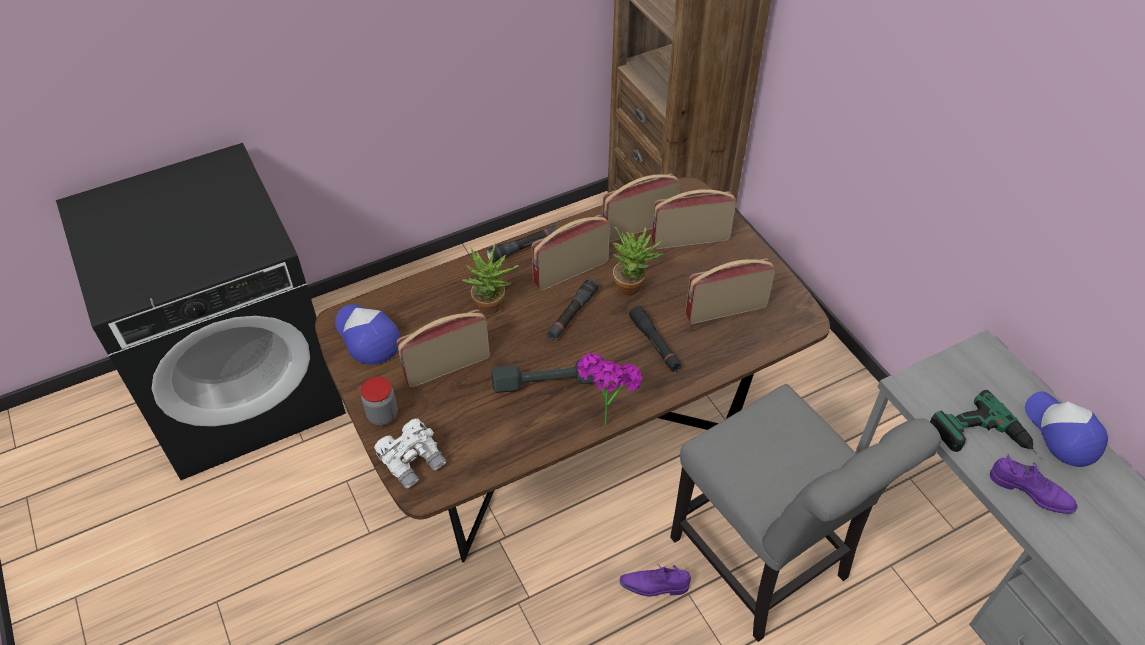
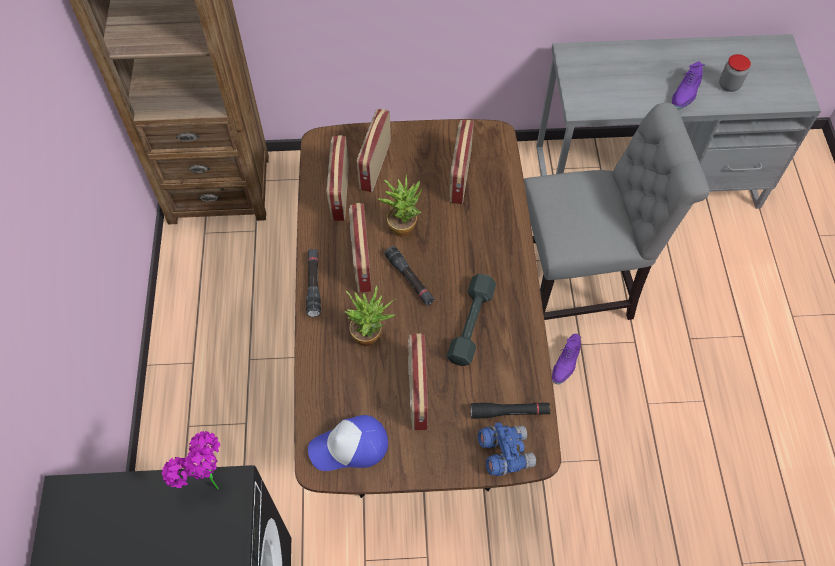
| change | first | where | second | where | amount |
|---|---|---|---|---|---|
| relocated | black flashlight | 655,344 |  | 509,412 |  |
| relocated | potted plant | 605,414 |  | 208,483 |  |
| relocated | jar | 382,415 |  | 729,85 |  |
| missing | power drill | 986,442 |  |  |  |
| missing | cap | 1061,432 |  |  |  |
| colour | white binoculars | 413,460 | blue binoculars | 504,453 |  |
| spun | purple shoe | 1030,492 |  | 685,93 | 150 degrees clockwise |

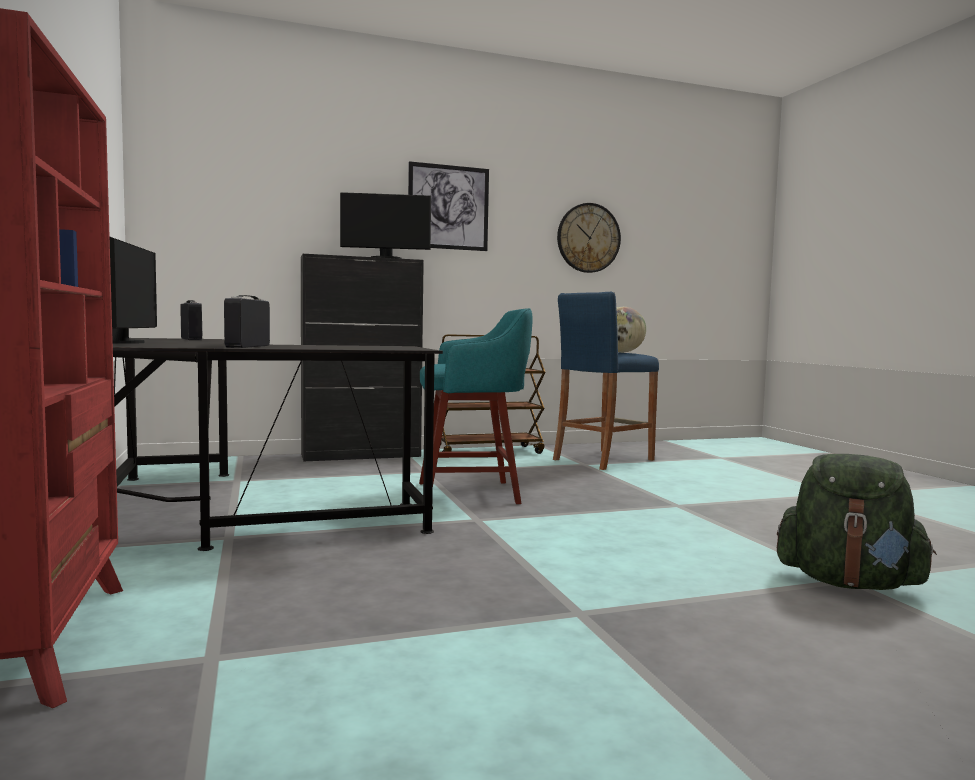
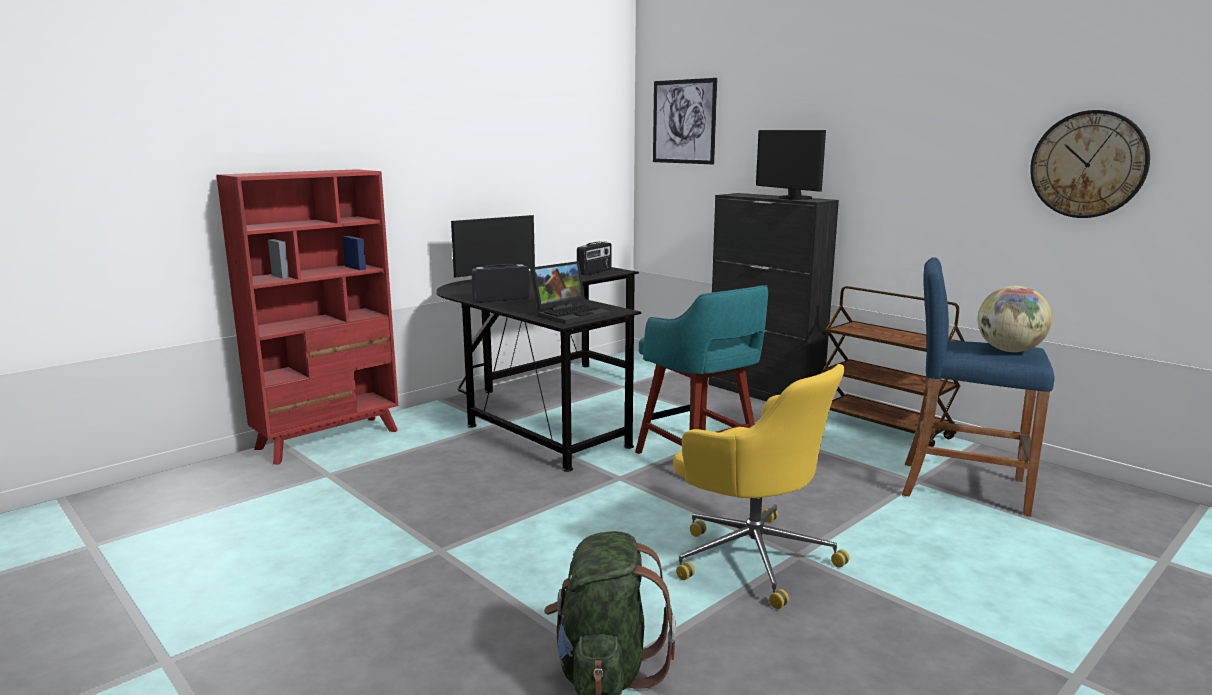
| change | first | where | second | where | amount |
|---|---|---|---|---|---|
| relocated | picture | 448,207 |  | 684,121 |  |
| appeared |  |  | laptop | 571,314 |  |
| appeared |  |  | yellow office chair | 752,556 |  |

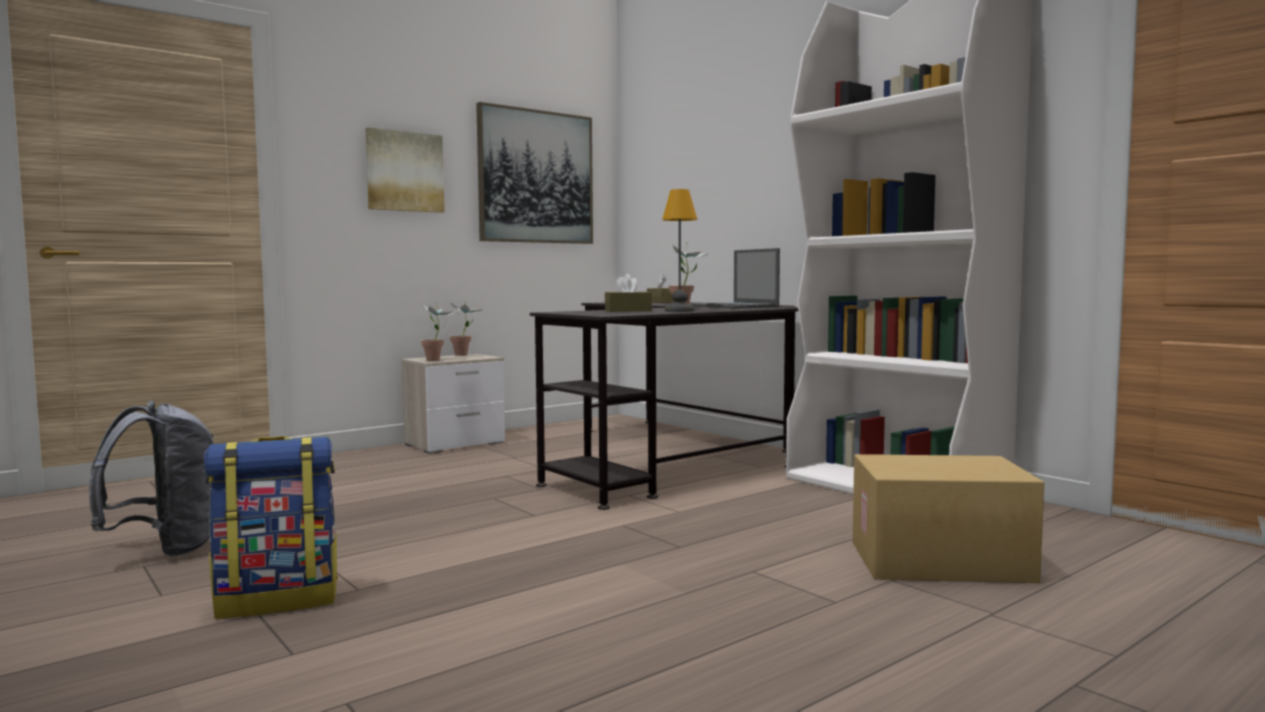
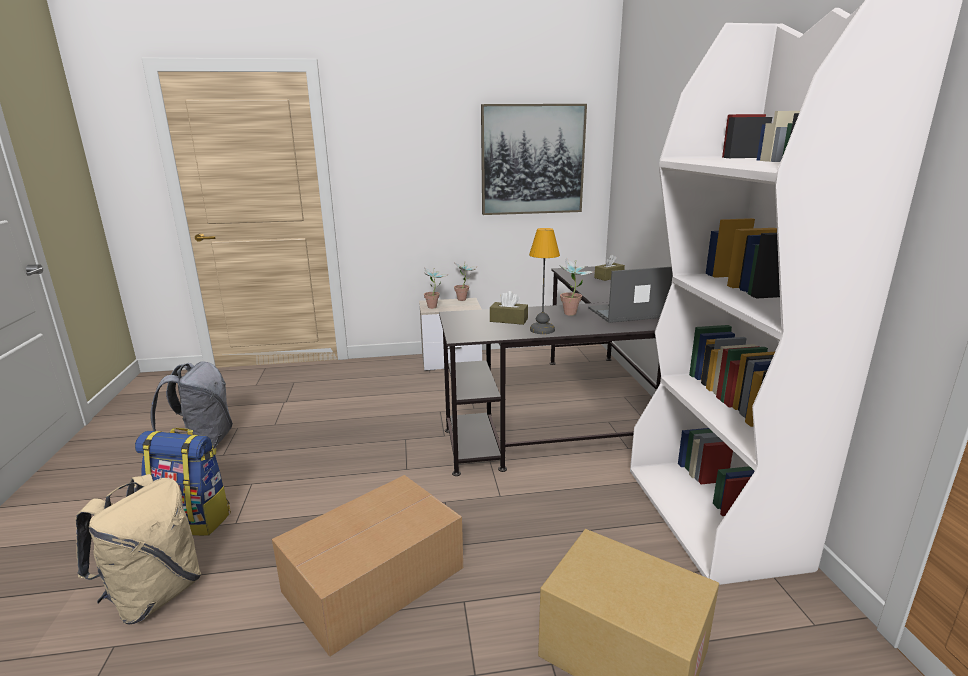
| change | first | where | second | where | amount |
|---|---|---|---|---|---|
| missing | picture | 404,171 |  |  |  |
| spun | laptop | 735,306 |  | 627,313 | 75 degrees clockwise |
| appeared |  |  | beige backpack | 154,595 |  |
| appeared |  |  | cardboard box | 371,580 |  |

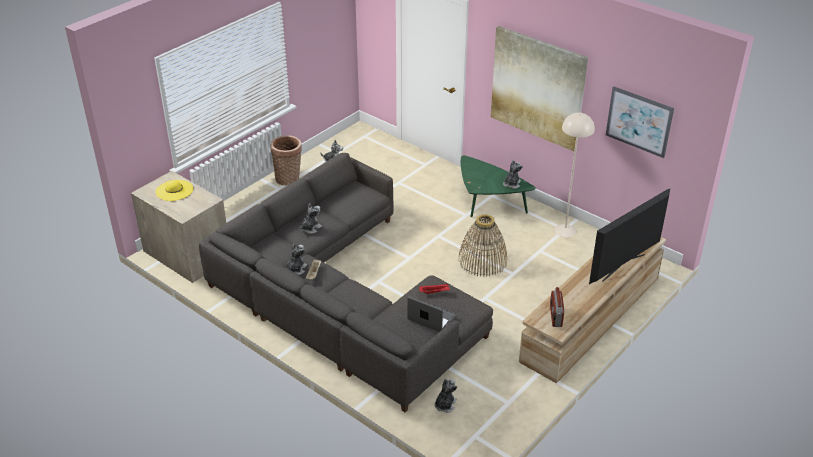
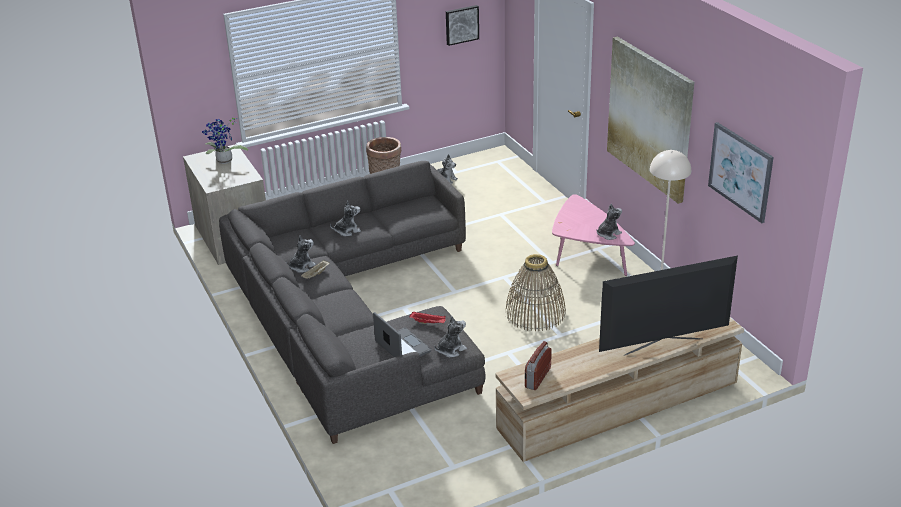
| change | first | where | second | where | amount |
|---|---|---|---|---|---|
| colour | green coffee table | 487,204 | pink coffee table | 586,256 |  |
| exchanged | yellow hat | 174,190 | potted plant | 224,162 |  |
| relocated | plush toy | 445,405 |  | 451,350 |  |
| appeared |  |  | picture | 461,24 |  |

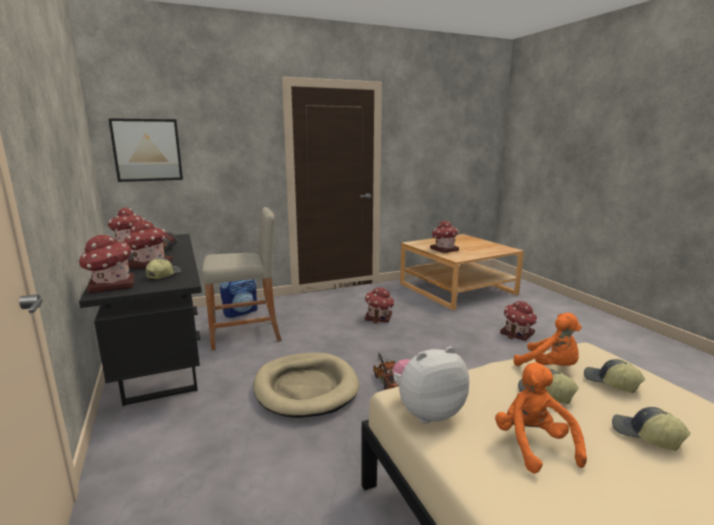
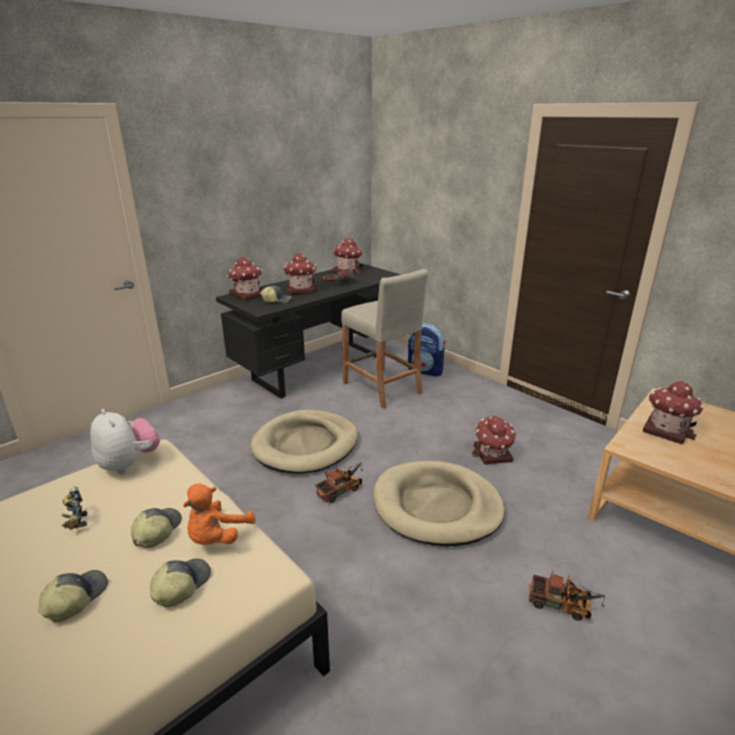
| change | first | where | second | where | amount |
|---|---|---|---|---|---|
| missing | picture | 147,150 |  |  |  |
| exchanged | toy house | 517,334 | toy truck | 563,606 |  |
| exchanged | orange plush toy | 533,445 | toy robot | 76,521 |  |
| appeared |  |  | beige dog bed | 437,506 |  |

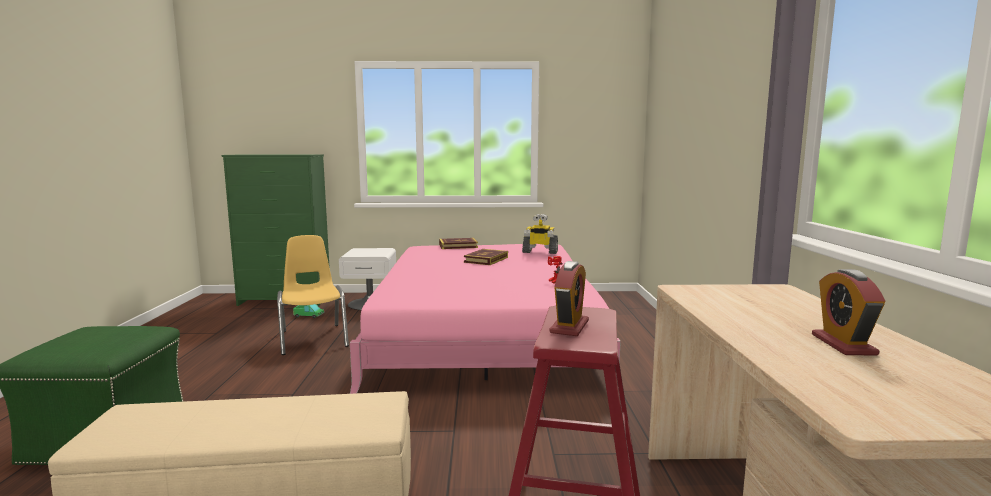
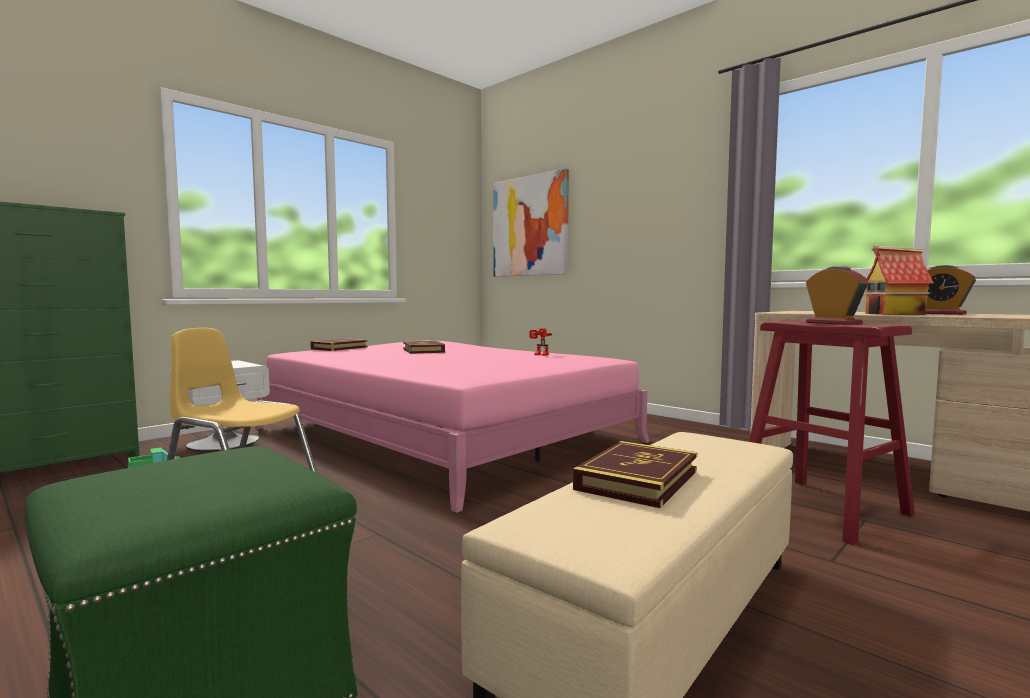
| change | first | where | second | where | amount |
|---|---|---|---|---|---|
| missing | toy robot | 539,252 |  |  |  |
| appeared |  |  | picture | 530,226 |  |
| appeared |  |  | toy house | 894,314 |  |
| appeared |  |  | book | 637,480 |  |

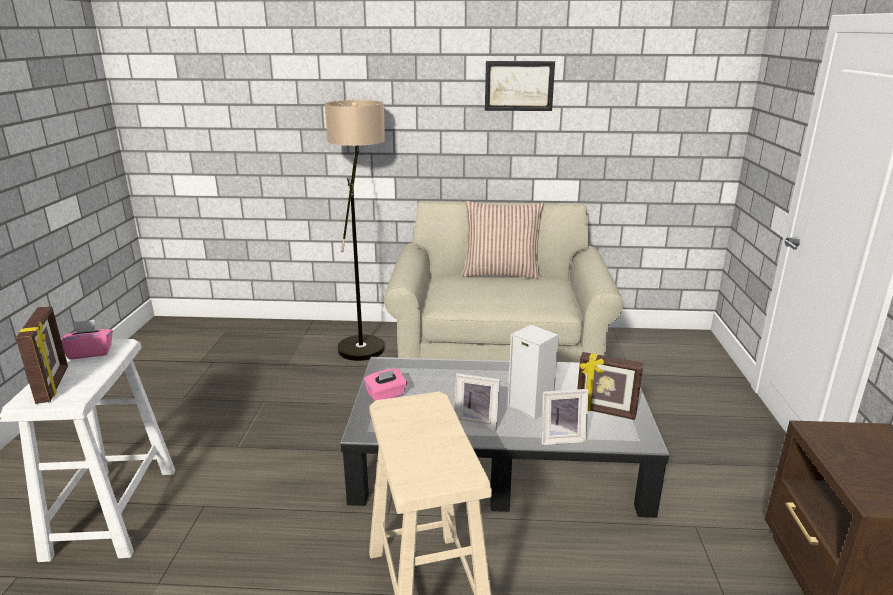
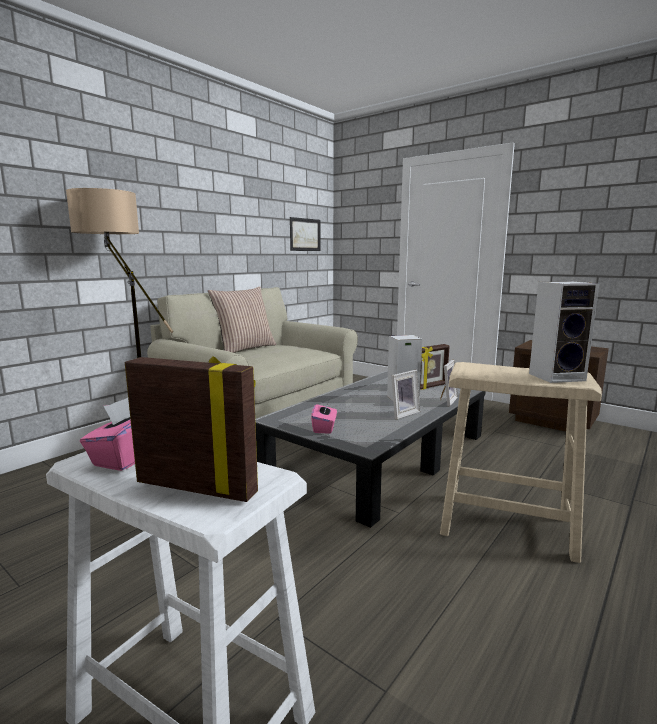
| change | first | where | second | where | amount |
|---|---|---|---|---|---|
| relocated | picture | 519,86 |  | 305,234 |  |
| appeared |  |  | speaker | 557,377 |  |

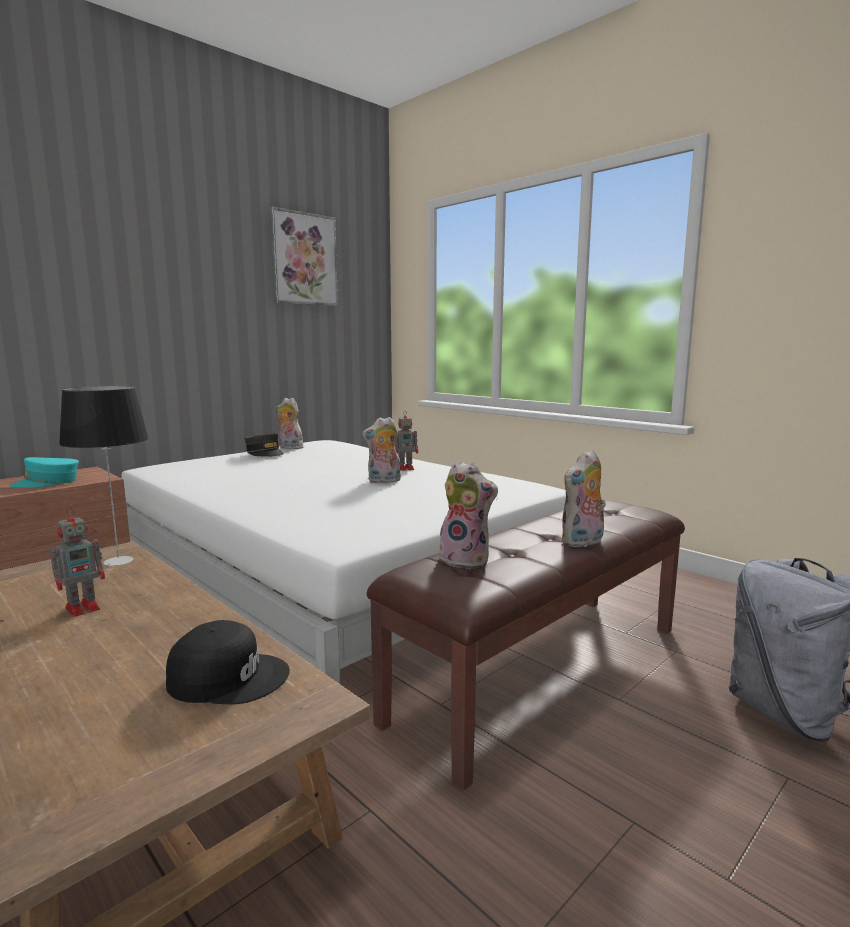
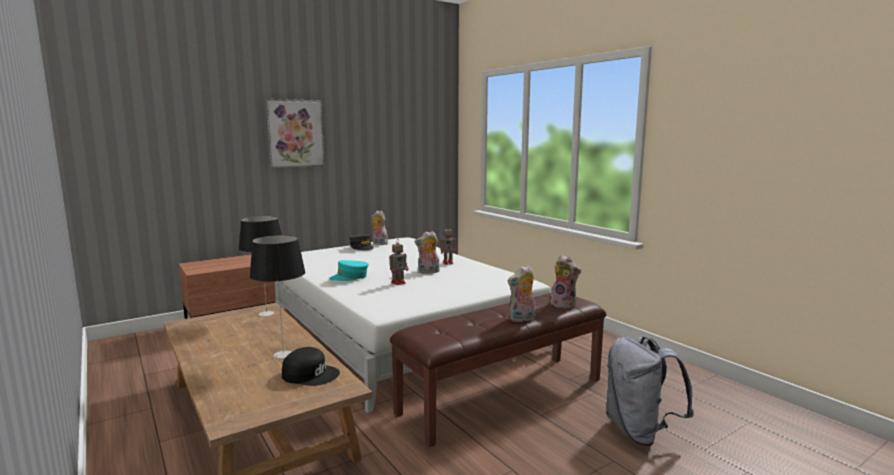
| change | first | where | second | where | amount |
|---|---|---|---|---|---|
| relocated | picture | 303,259 |  | 295,133 |  |
| relocated | turquoise cap | 47,482 |  | 349,277 |  |
| relocated | plush toy | 467,560 |  | 564,305 |  |
| relocated | toy robot | 84,608 |  | 399,282 |  |
| appeared |  |  | table lamp | 283,354 |  |

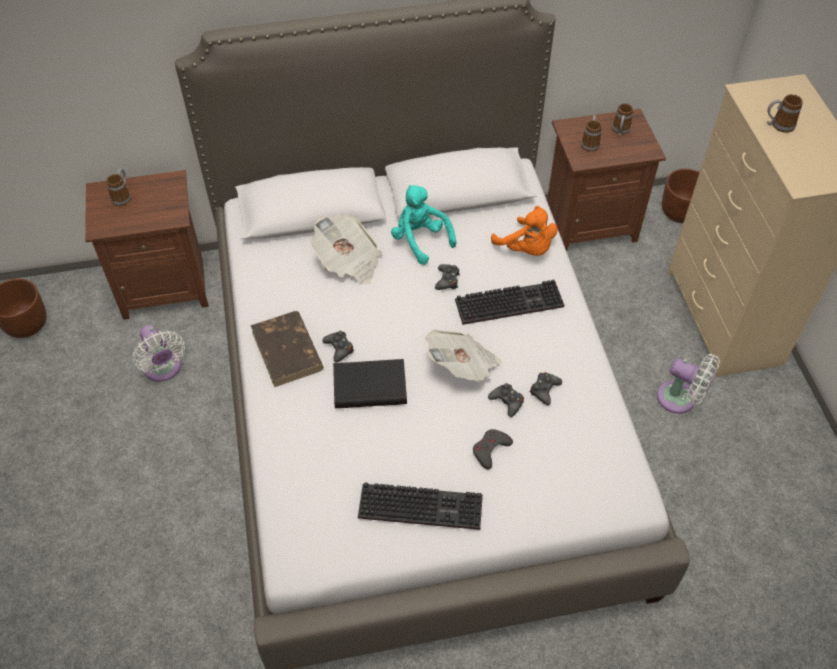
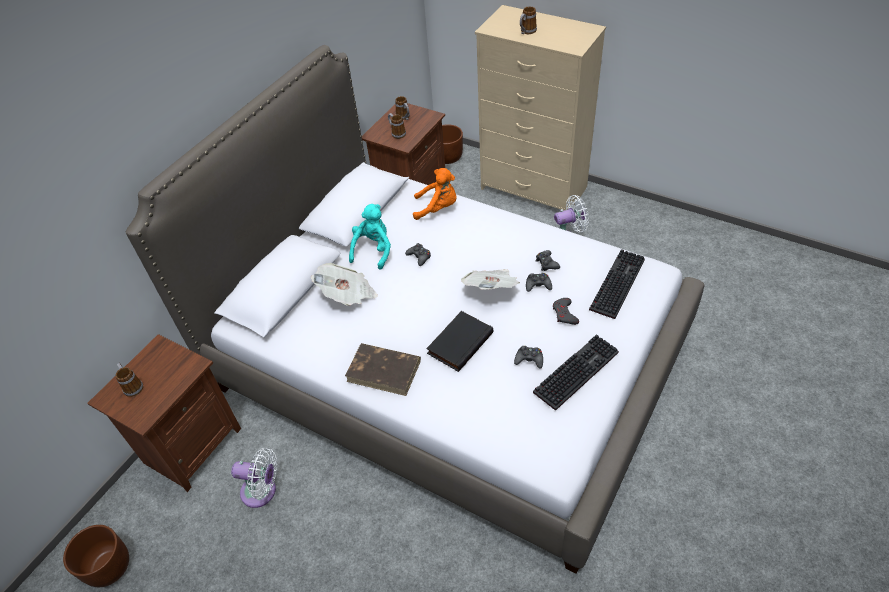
| change | first | where | second | where | amount |
|---|---|---|---|---|---|
| spun | turquoise plush toy | 420,240 |  | 373,250 | 105 degrees clockwise |
| relocated | keyboard | 510,302 |  | 616,283 |  |
| relocated | black game controller | 339,348 |  | 529,359 |  |

